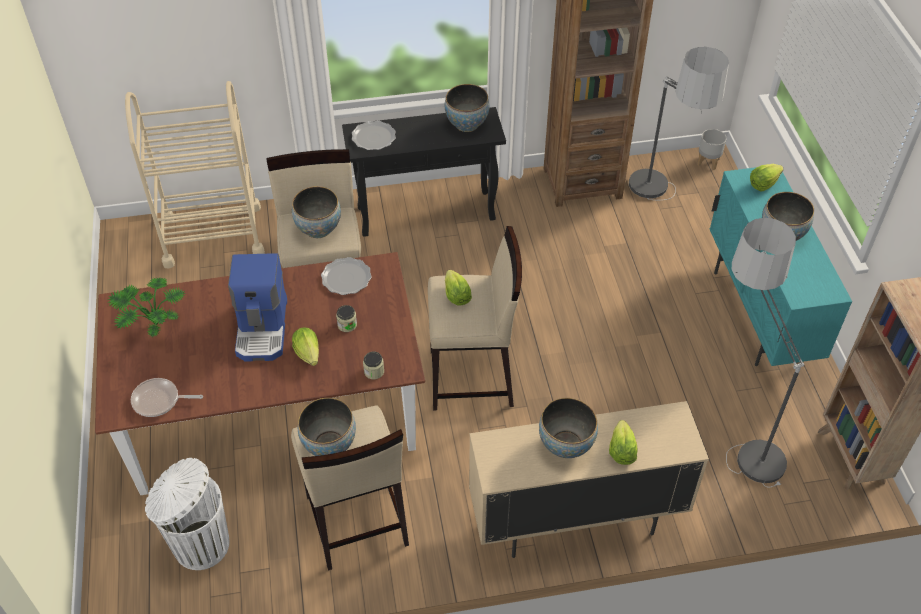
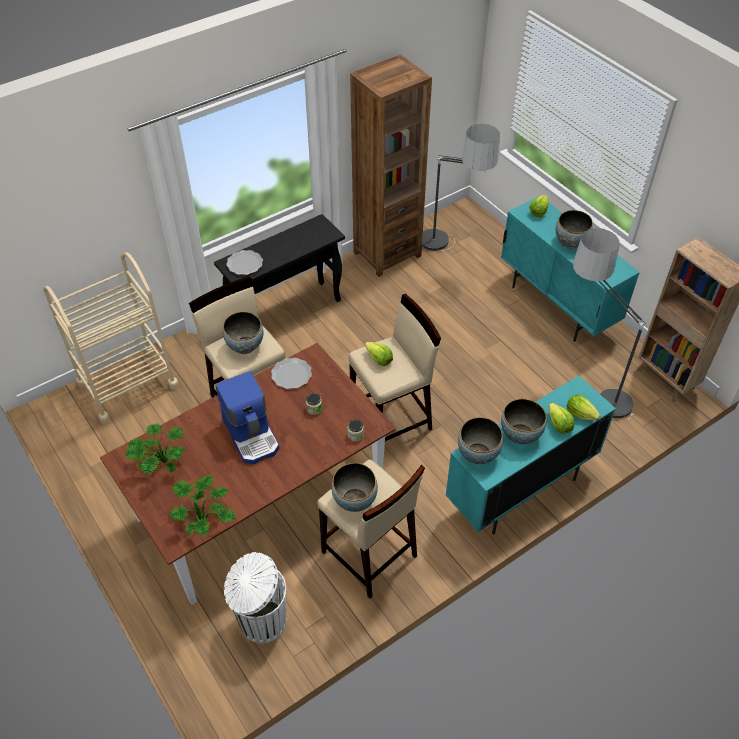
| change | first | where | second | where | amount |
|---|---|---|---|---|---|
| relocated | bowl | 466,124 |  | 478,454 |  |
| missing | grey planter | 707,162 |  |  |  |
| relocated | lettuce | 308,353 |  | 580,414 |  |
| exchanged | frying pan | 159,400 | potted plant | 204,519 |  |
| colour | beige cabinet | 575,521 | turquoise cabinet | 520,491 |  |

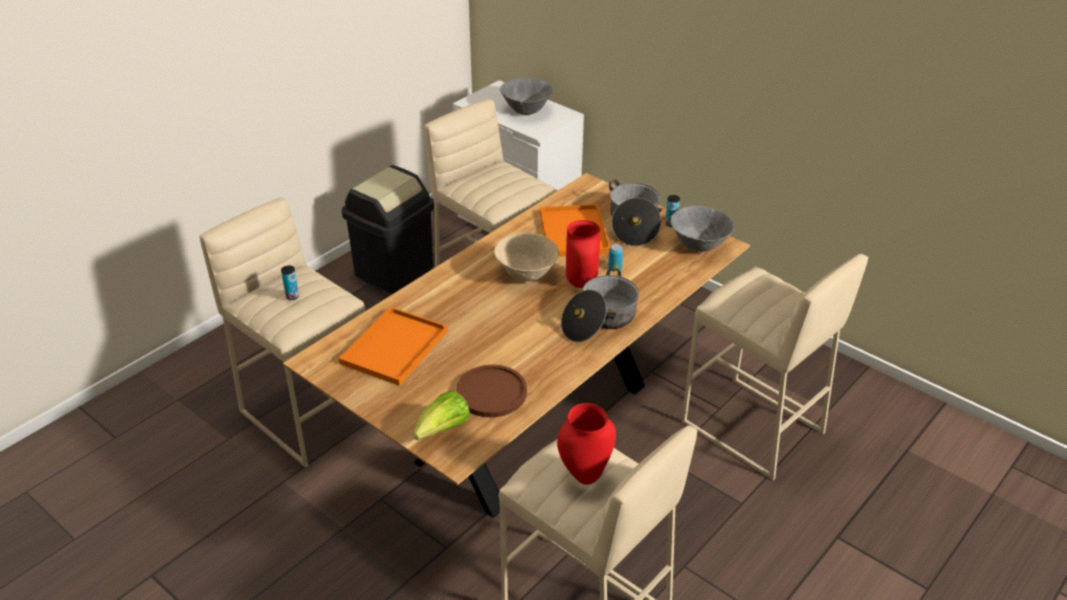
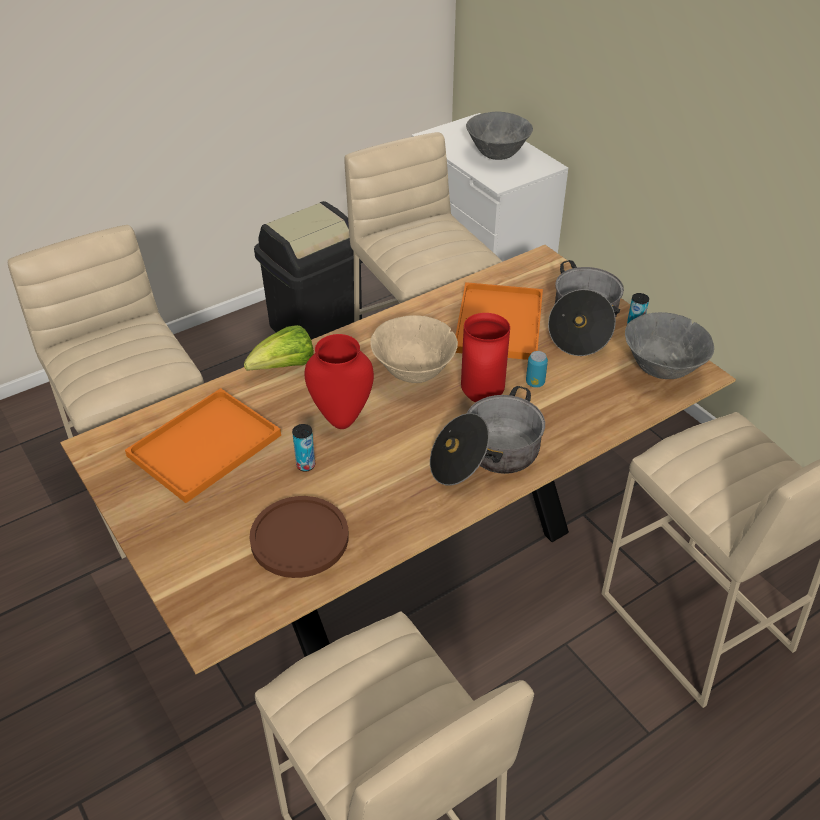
| change | first | where | second | where | amount |
|---|---|---|---|---|---|
| relocated | can | 292,296 |  | 305,465 |  |
| relocated | lettuce | 443,430 |  | 284,367 |  |
| relocated | red vase | 584,475 |  | 342,419 |  |

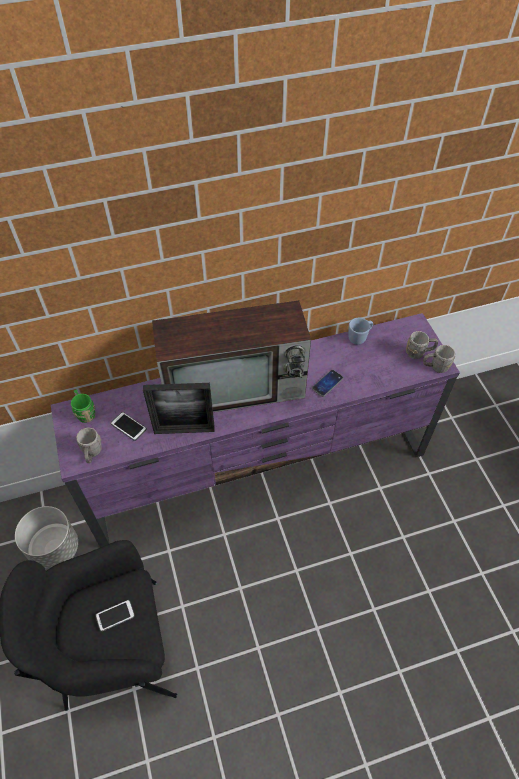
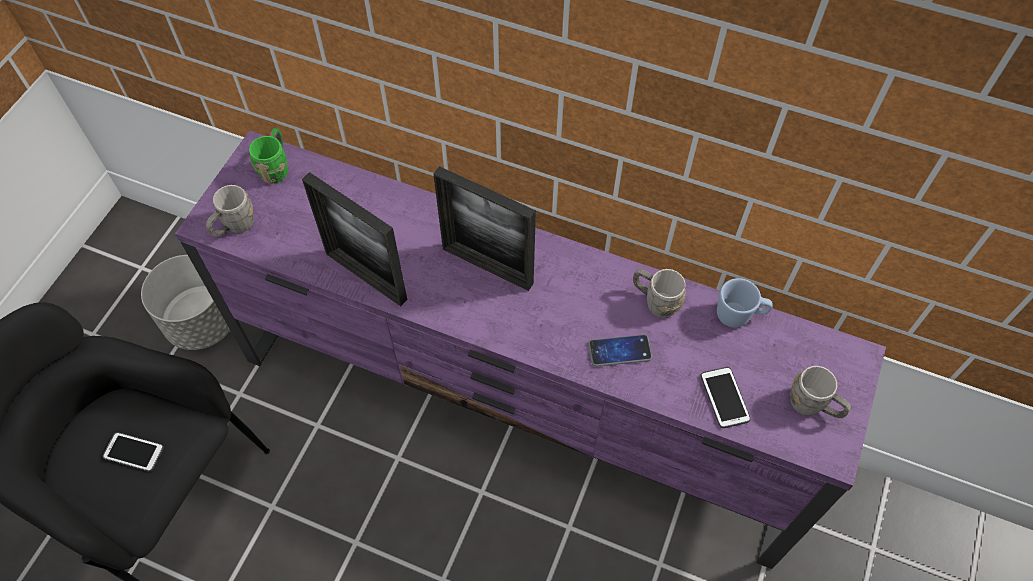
| change | first | where | second | where | amount |
|---|---|---|---|---|---|
| exchanged | television | 236,387 | picture frame | 487,266 |  |
| relocated | grey mug | 435,367 |  | 655,301 |  |
| relocated | phone | 128,426 |  | 724,397 |  |

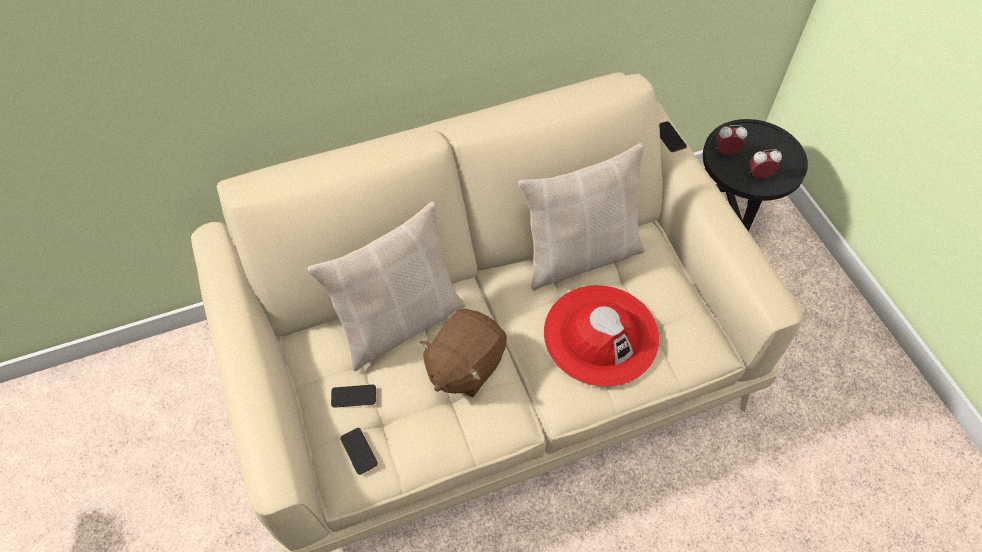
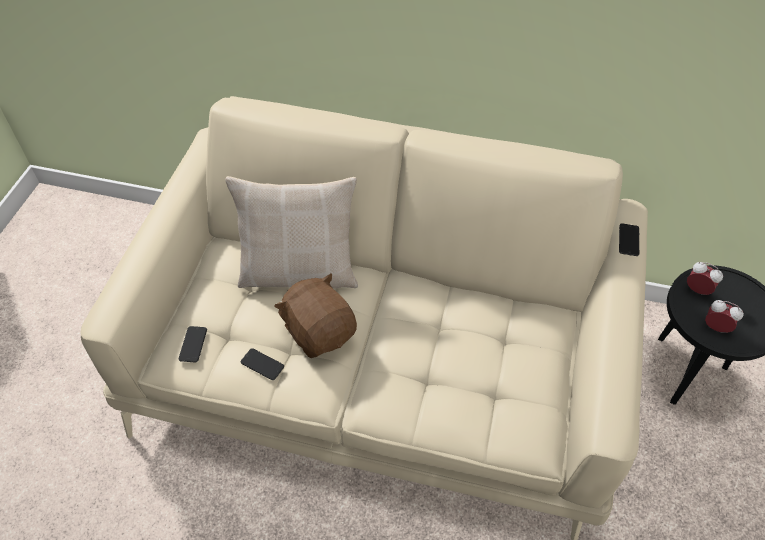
| change | first | where | second | where | amount |
|---|---|---|---|---|---|
| missing | beige pillow | 580,255 |  |  |  |
| missing | red hat | 601,335 |  |  |  |
| spun | brown plush toy | 464,365 |  | 319,331 | 75 degrees clockwise |
| relocated | phone | 353,396 |  | 262,364 |  |

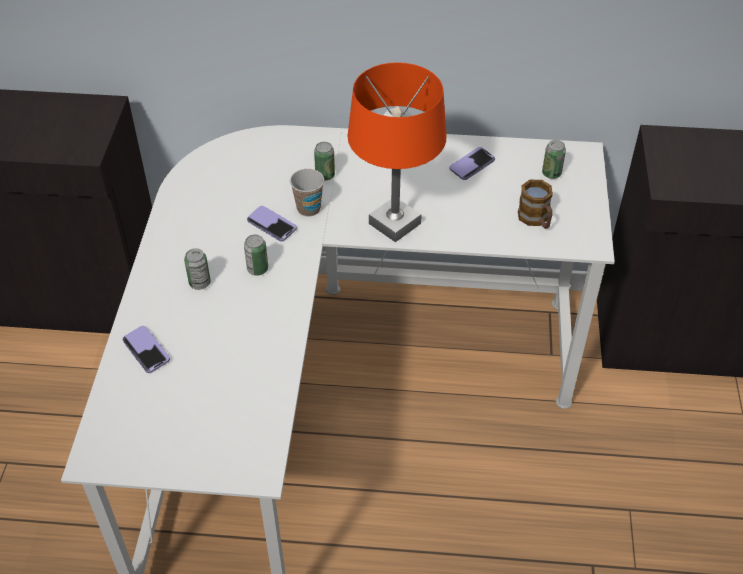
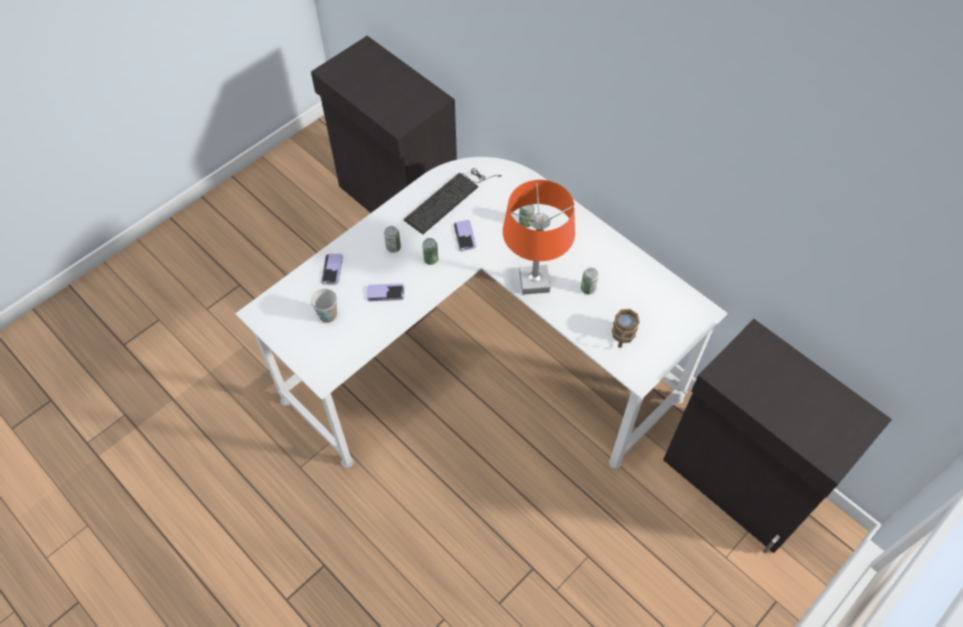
| change | first | where | second | where | amount |
|---|---|---|---|---|---|
| relocated | can | 551,173 |  | 588,289 |  |
| relocated | phone | 472,165 |  | 385,293 |  |
| relocated | cup | 308,209 |  | 328,315 |  |
| appeared |  |  | keyboard | 450,198 |  |

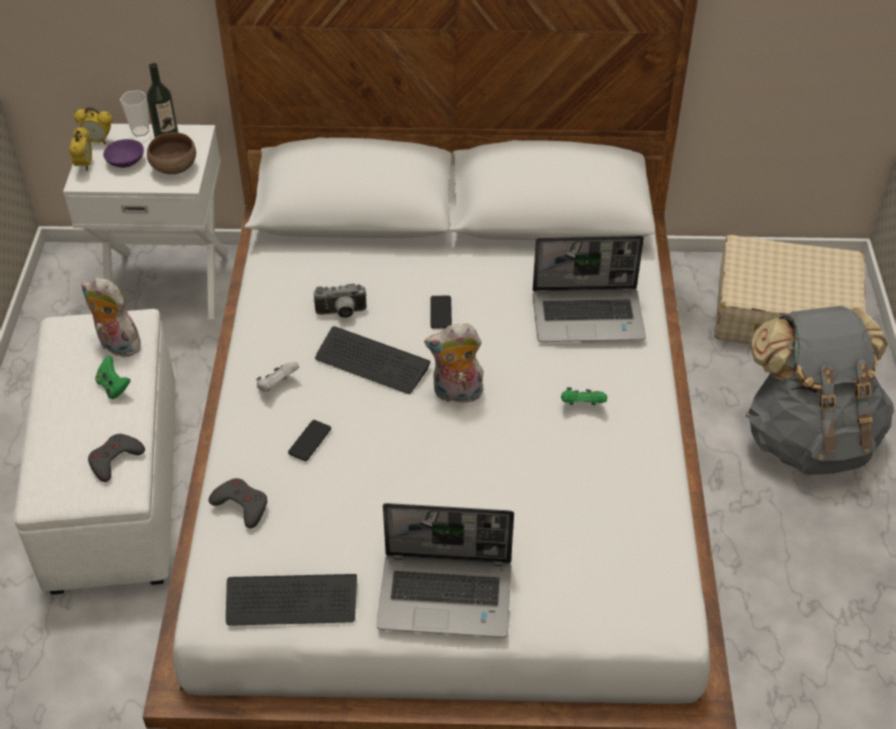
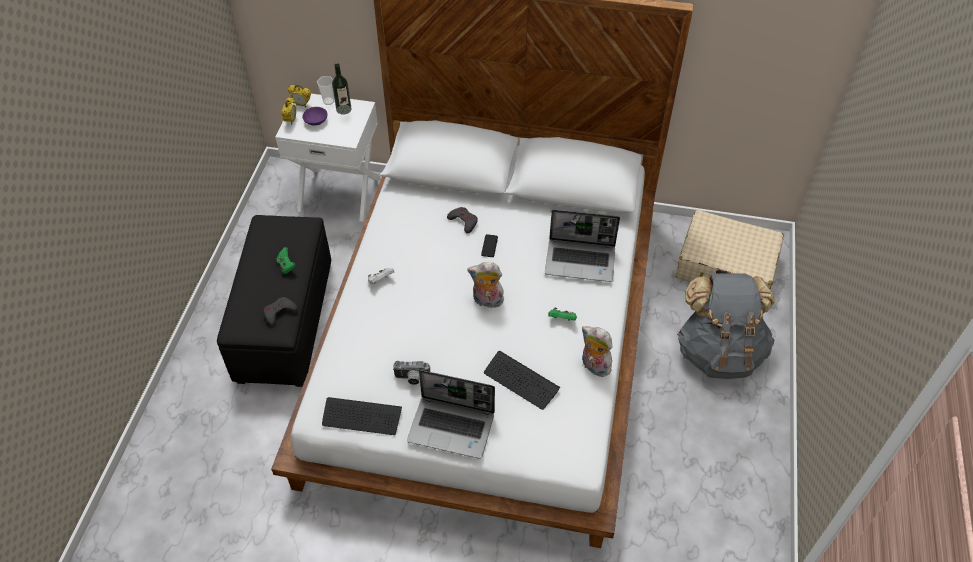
| change | first | where | second | where | amount |
|---|---|---|---|---|---|
| missing | brown bowl | 174,168 |  |  |  |
| relocated | plush toy | 116,345 |  | 593,366 |  |
| relocated | photo camera | 341,313 |  | 412,379 |  |
| colour | white ottoman | 115,484 | black ottoman | 285,320 |  |
| relocated | keyboard | 372,362 |  | 521,381 |  |
| missing | phone | 309,441 |  |  |  |
| relocated | grey game controller | 241,505 |  | 463,221 |  |

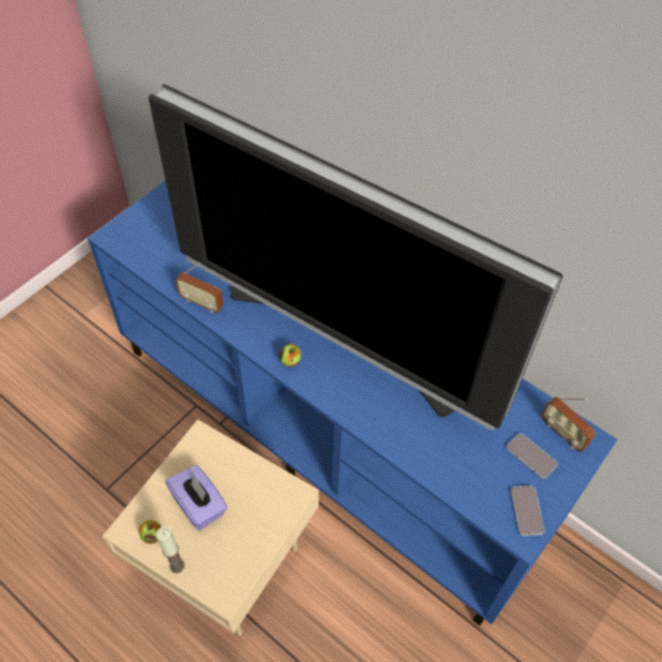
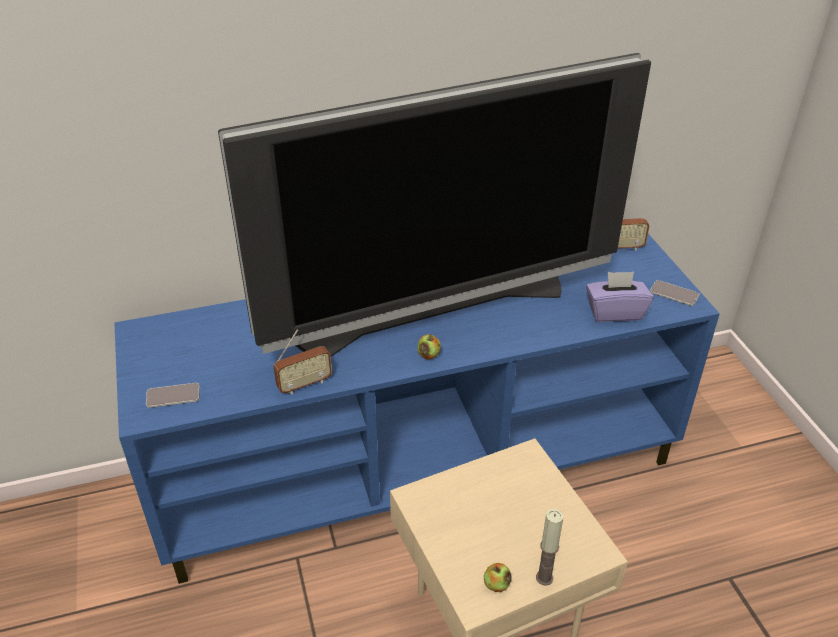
| change | first | where | second | where | amount |
|---|---|---|---|---|---|
| relocated | phone | 531,456 |  | 173,396 |  |
| relocated | purple tissue box | 199,505 |  | 615,312 |  |

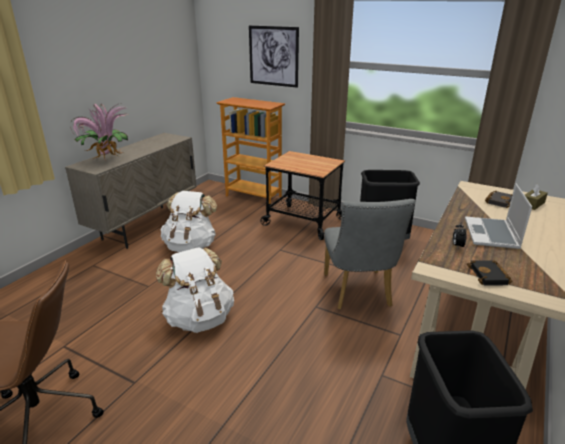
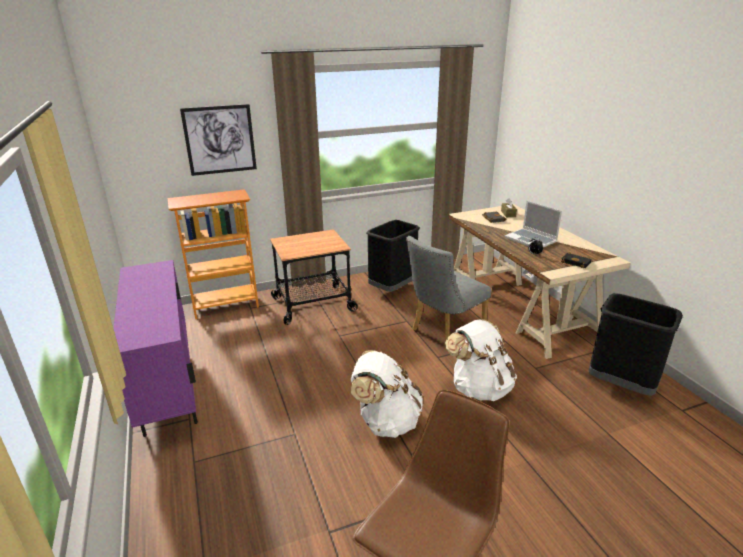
| change | first | where | second | where | amount |
|---|---|---|---|---|---|
| missing | potted plant | 106,160 |  |  |  |
| colour | beige cabinet | 146,226 | purple cabinet | 169,392 |  |
| relocated | white backpack | 191,246 |  | 479,388 |  |
| spun | grey chair | 358,293 |  | 443,332 | 105 degrees clockwise |

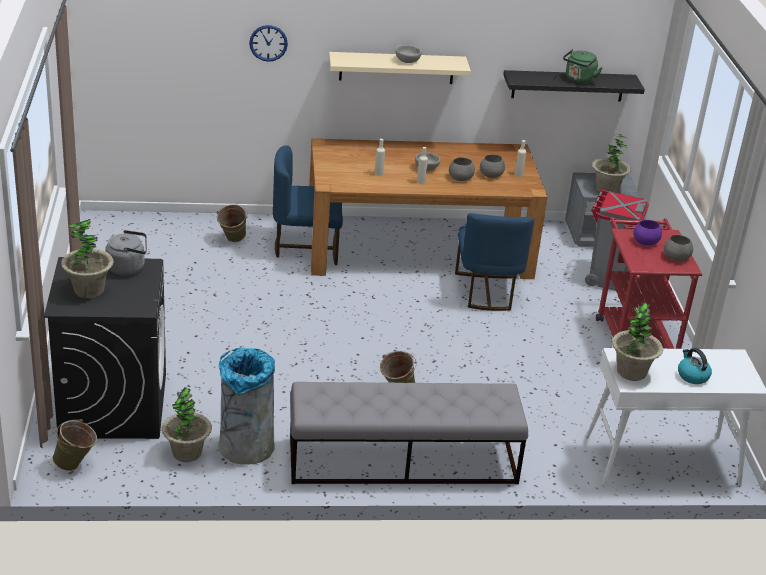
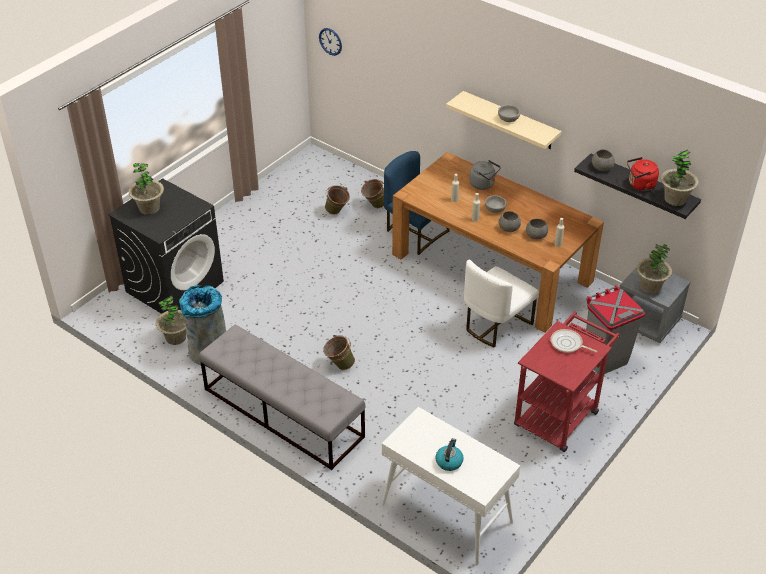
| change | first | where | second | where | amount |
|---|---|---|---|---|---|
| relocated | wall clock | 268,43 |  | 330,41 |  |
| colour | green kettle | 579,80 | red kettle | 640,185 |  |
| colour | blue chair | 487,292 | white chair | 496,325 |  |
| exchanged | purple bowl | 646,241 | frying pan | 568,344 |  |
| relocated | grey kettle | 128,268 |  | 483,184 |  |
| relocated | grey bowl | 677,257 |  | 602,167 |  |
| relocated | potted plant | 631,372 |  | 675,199 |  |
| relocated | green bucket | 76,465 |  | 337,212 |  |

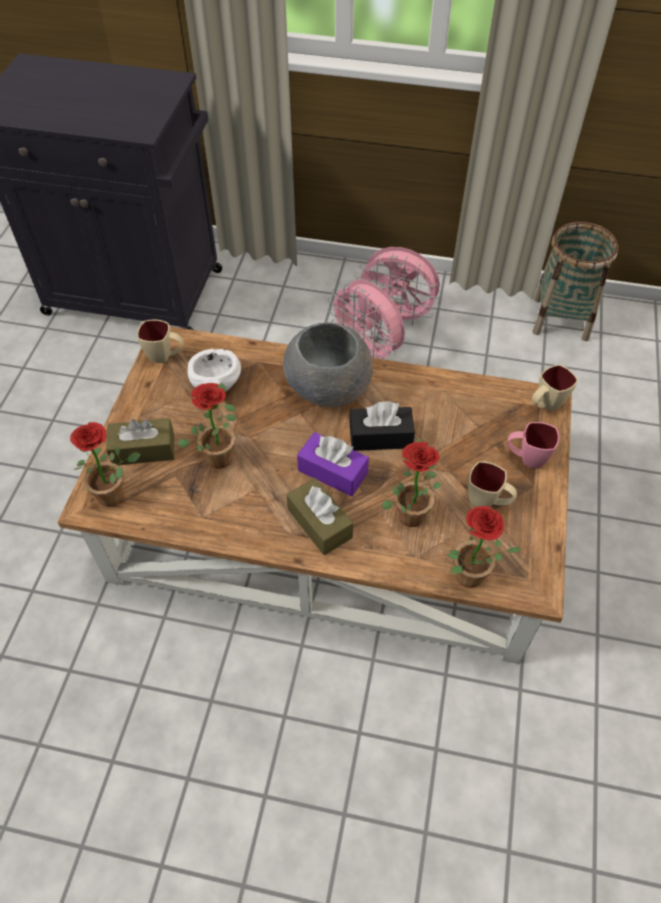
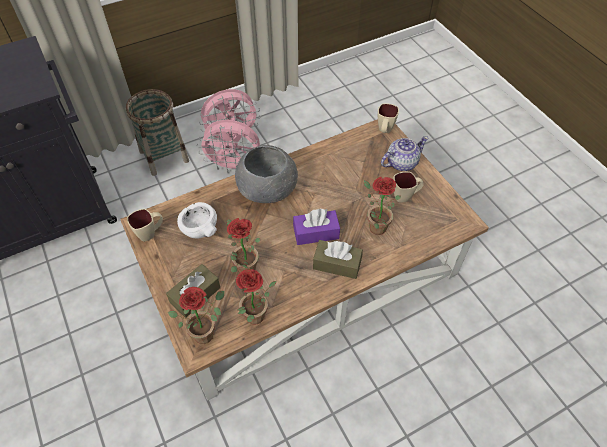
| change | first | where | second | where | amount |
|---|---|---|---|---|---|
| relocated | basket | 561,318 |  | 164,156 |  |
| missing | black tissue box | 380,437 |  |  |  |
| exchanged | pink mug | 526,458 | teapot | 401,163 |  |
| relocated | potted plant | 467,581 |  | 256,319 |  |

